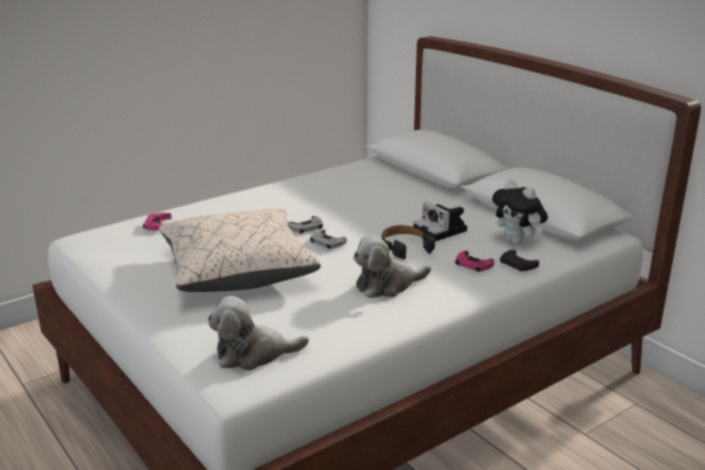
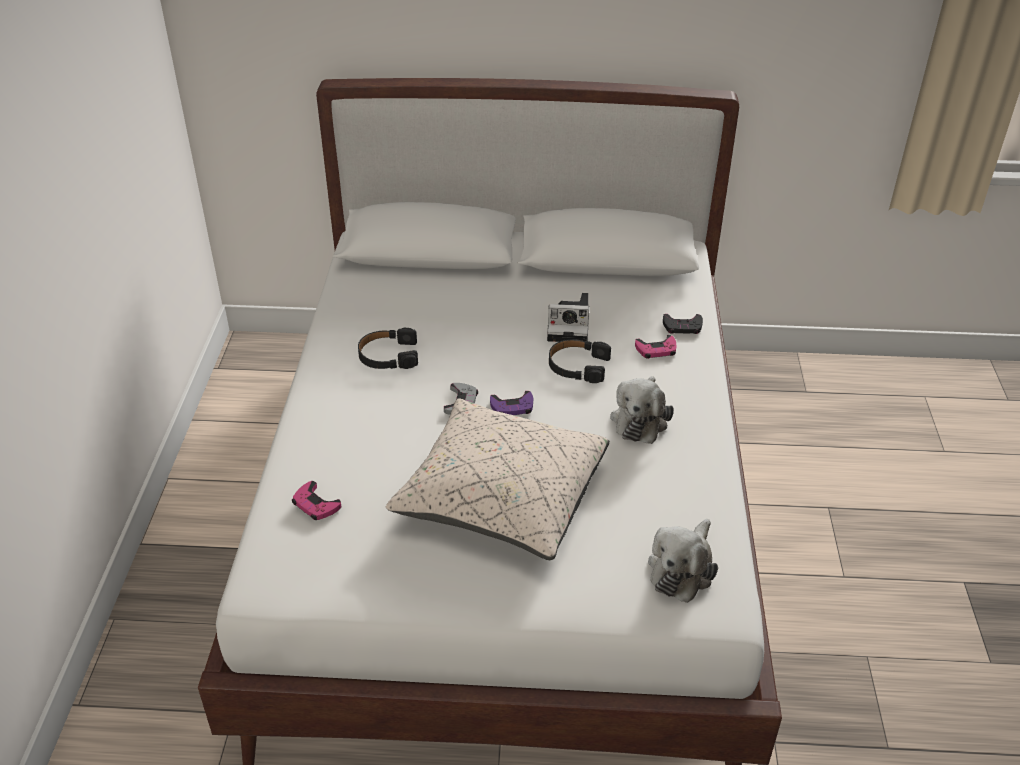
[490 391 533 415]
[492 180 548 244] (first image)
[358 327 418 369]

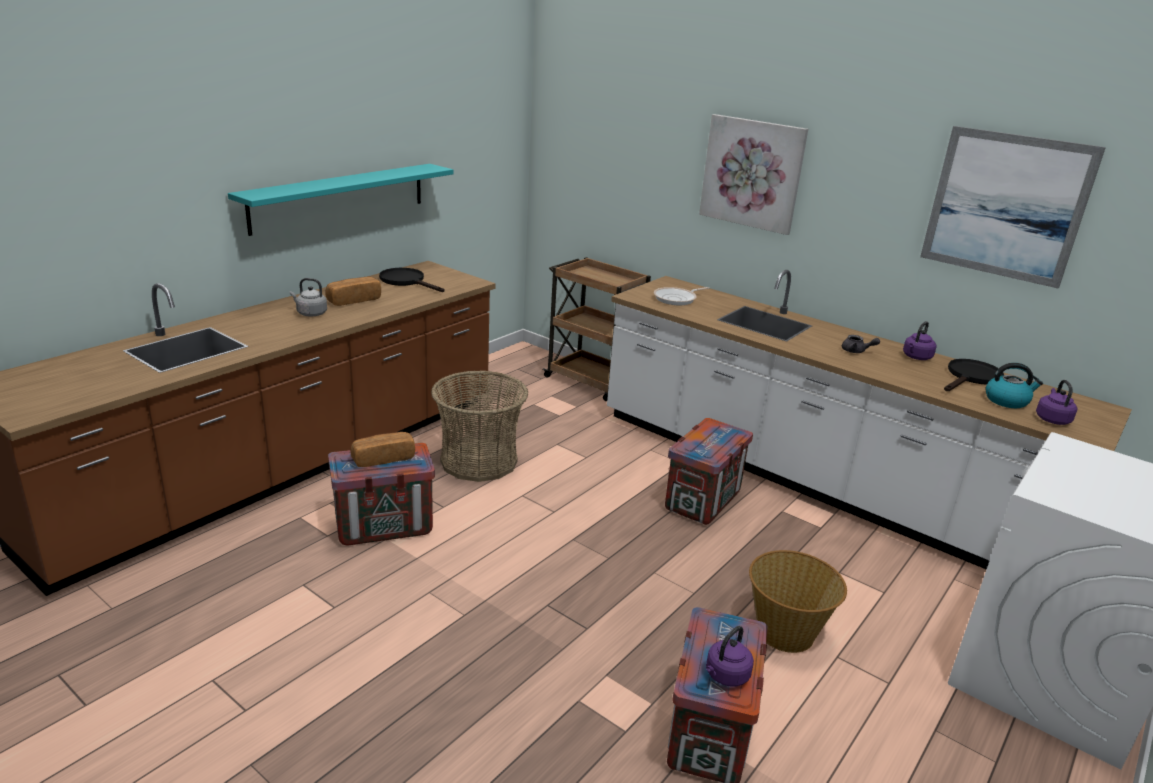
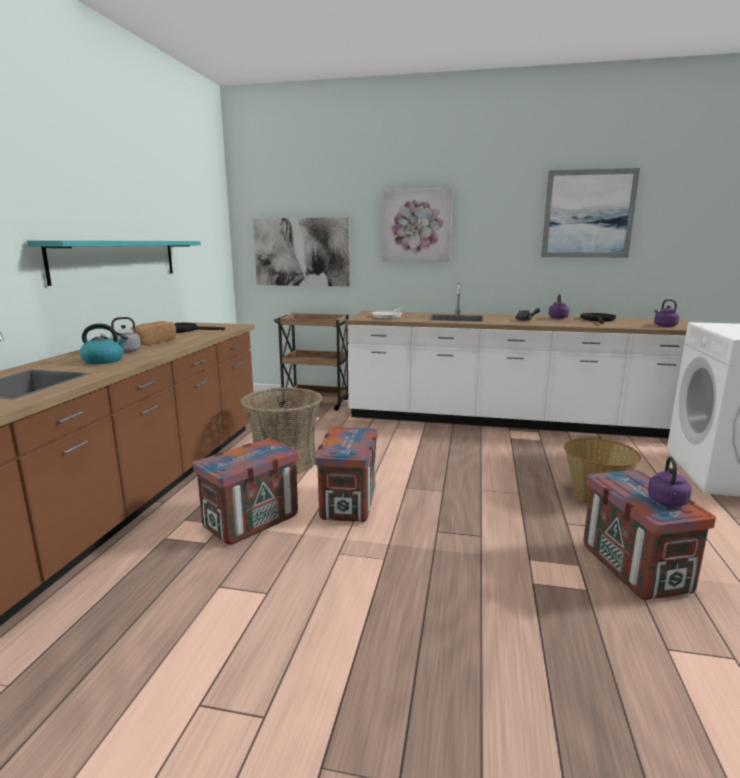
[350 432 415 467] (first image)
[314 427 378 522]
[80 323 128 364]
[253 217 350 287]

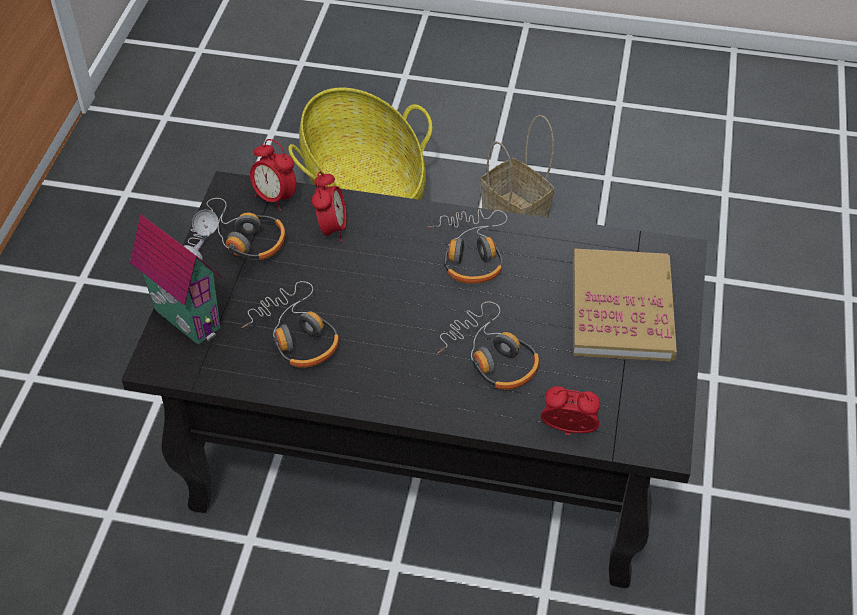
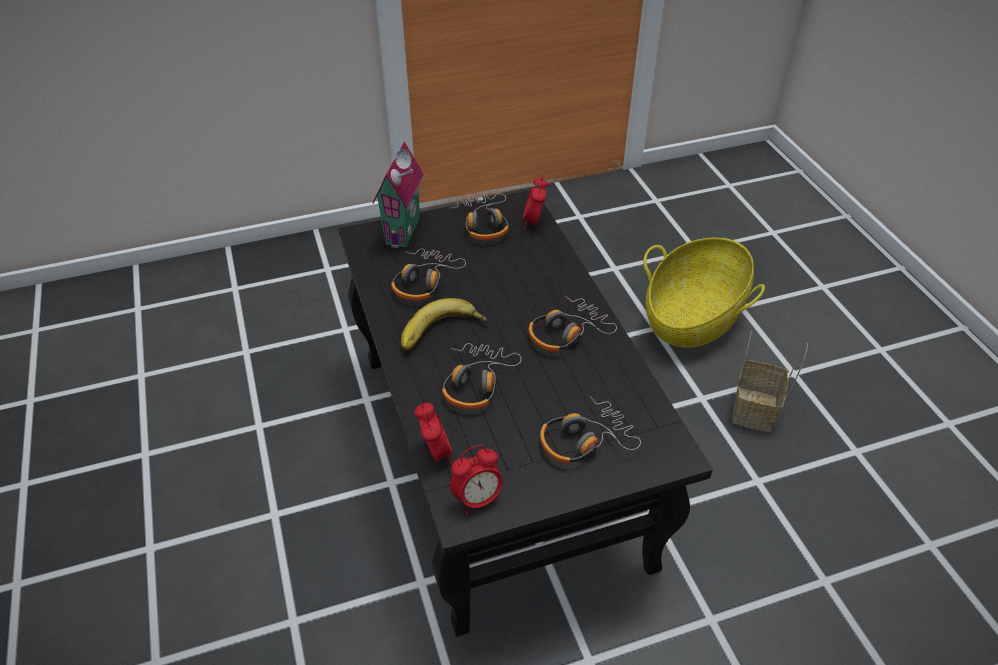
[450 445 503 515]
[540 396 641 464]
[401 298 487 351]

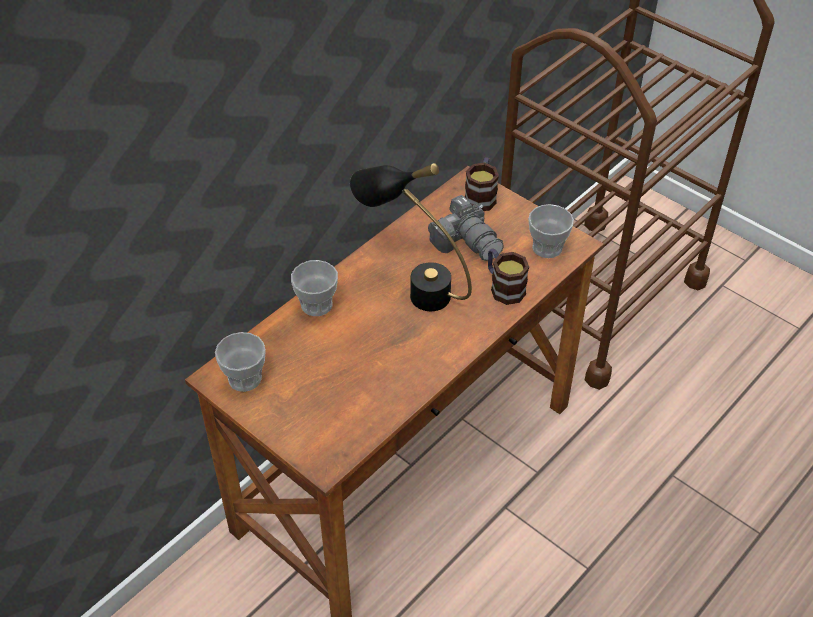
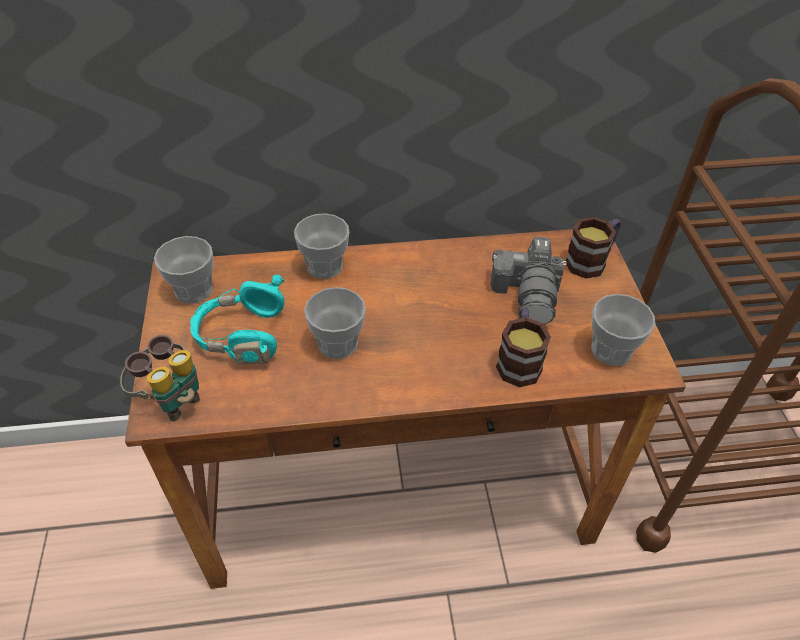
[350 163 472 311] (first image)
[120 335 200 421]
[190 275 285 364]
[304 287 366 359]

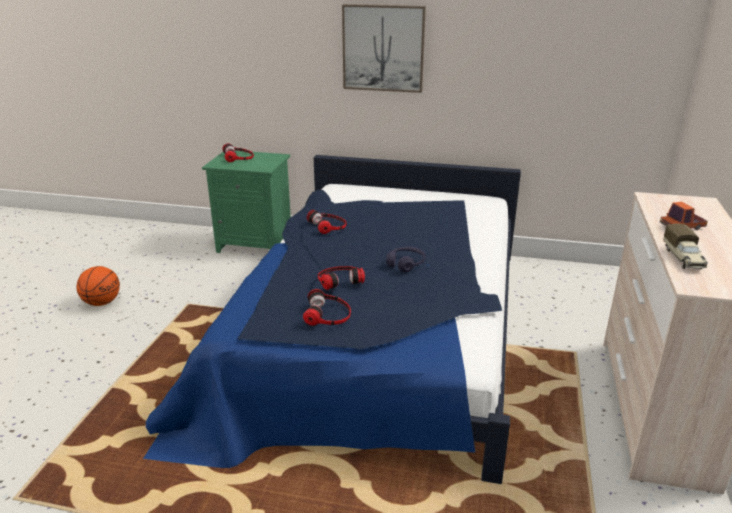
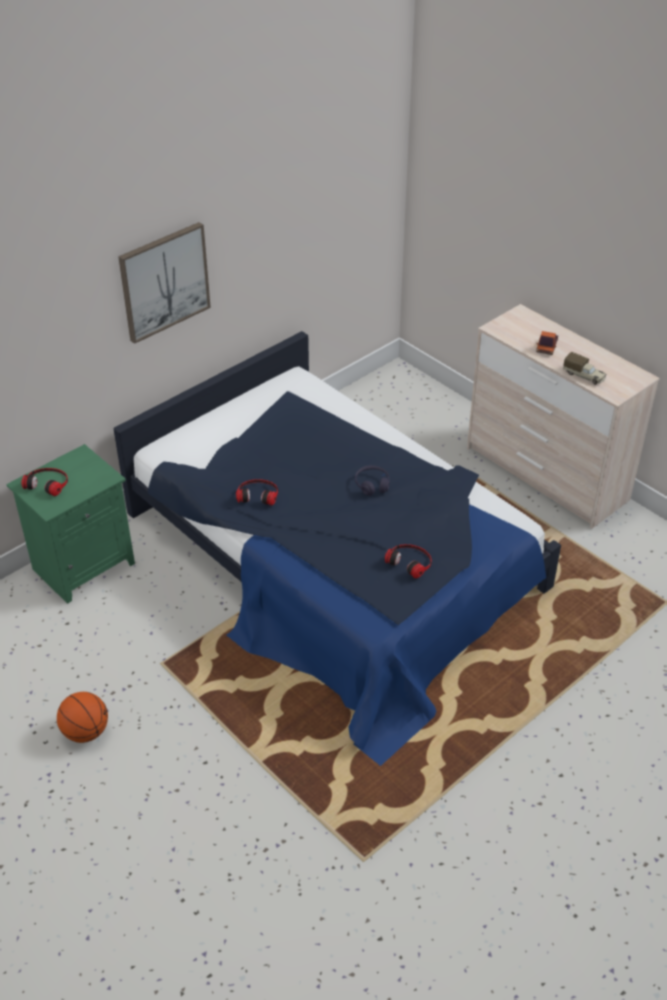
[318 266 365 290] (first image)

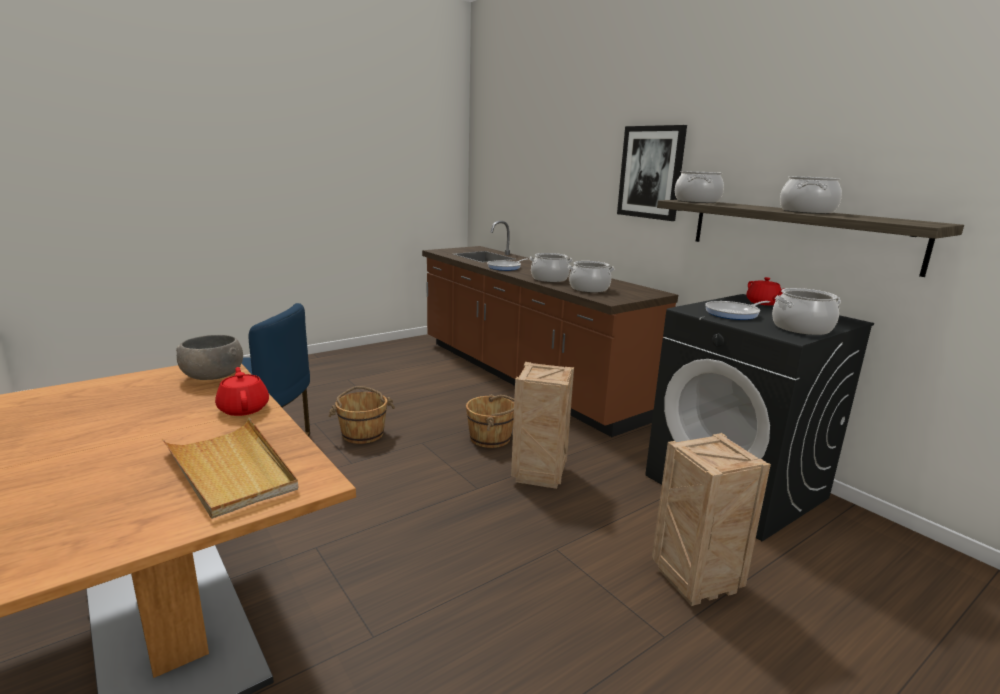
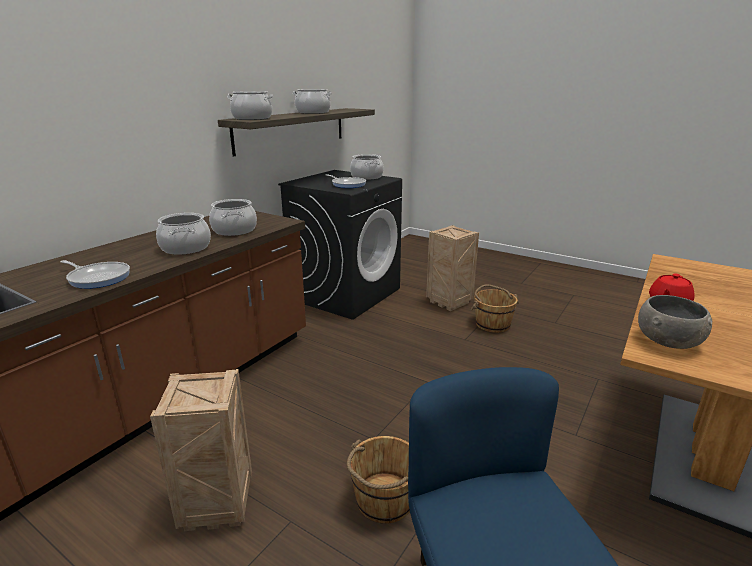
[162 417 298 519] (first image)
[470 284 519 333]
[150 369 252 531]
[617 125 687 221] (first image)
[747 277 785 305] (first image)

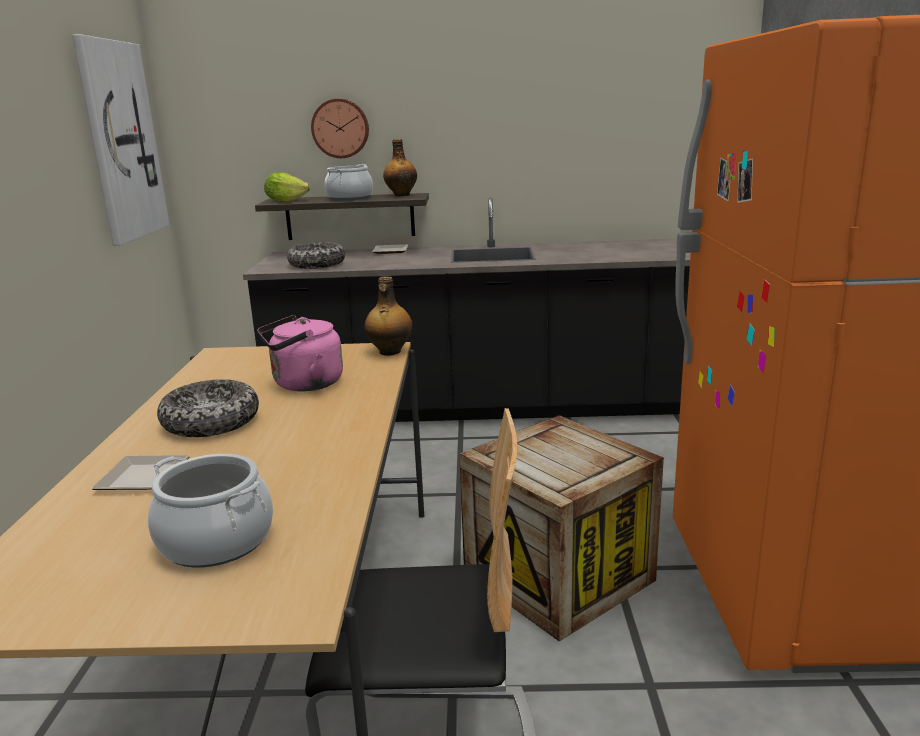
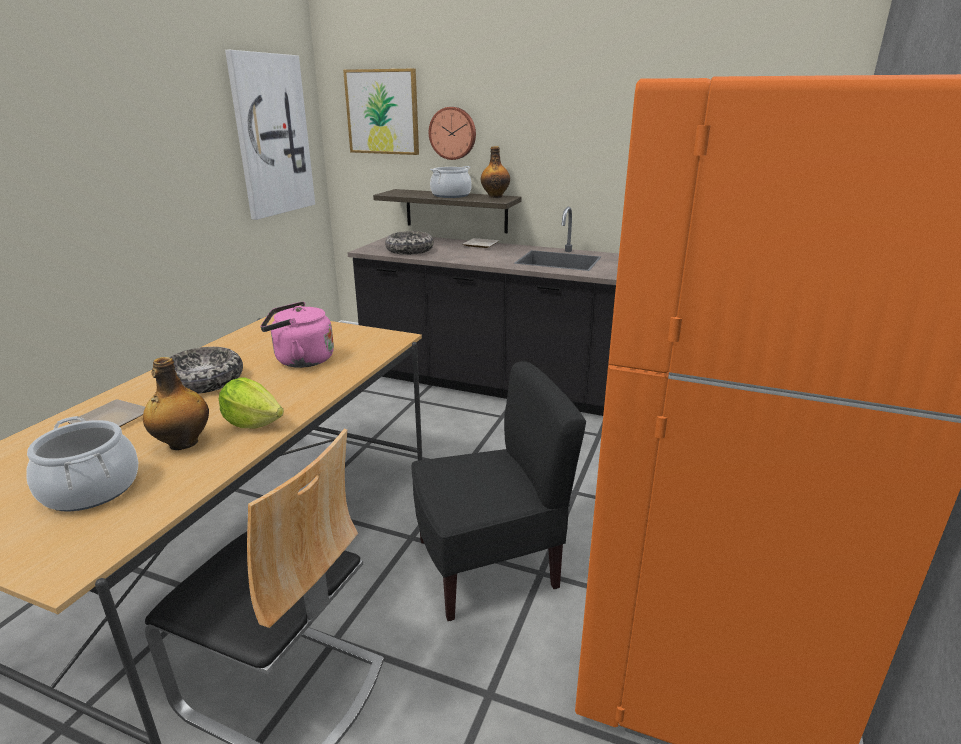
[219 377 284 428]
[143 357 209 450]
[412 361 586 621]
[343 69 419 155]

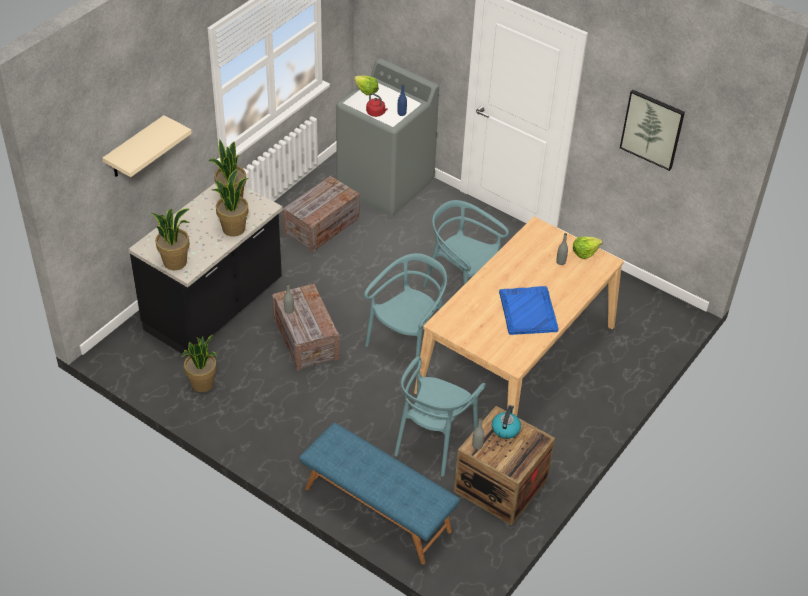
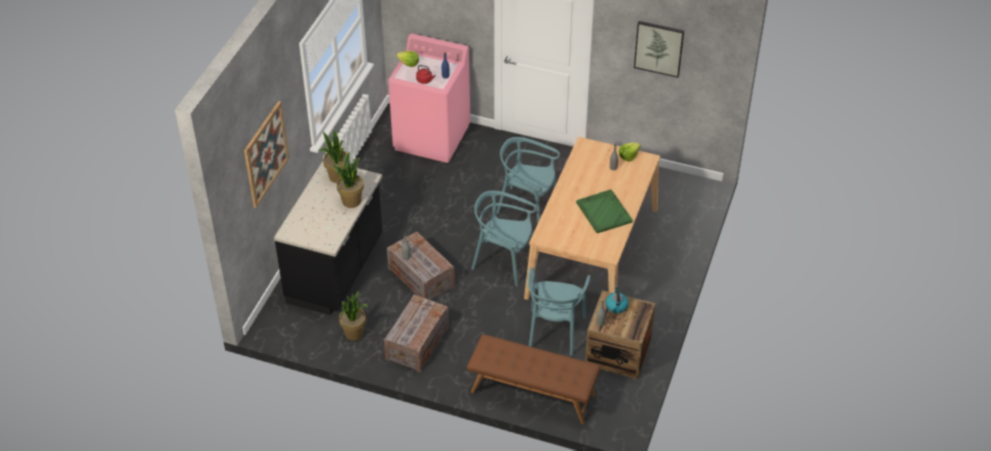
[244 101 289 208]
[151 209 190 270] (first image)
[384 295 449 373]
[467 334 601 424]
[388 34 471 163]
[472 191 537 286]
[576 190 633 233]

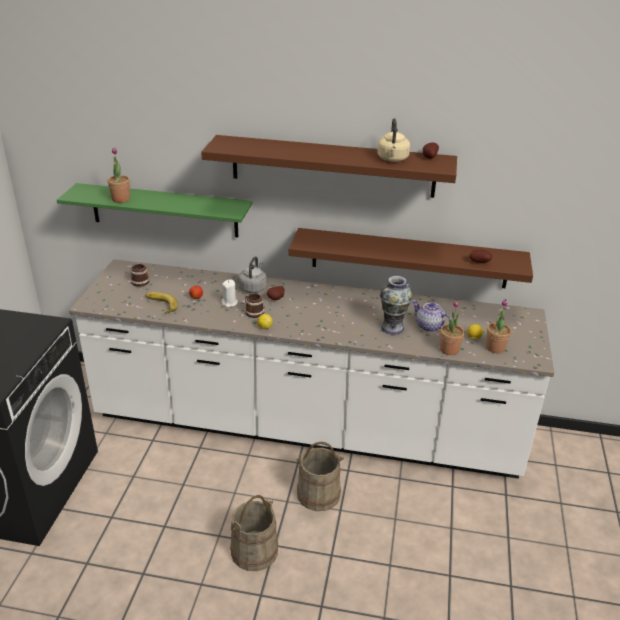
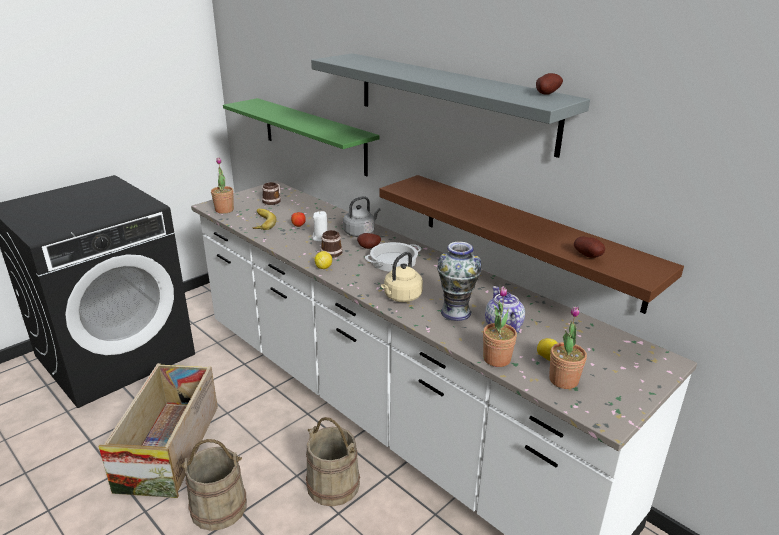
[211 158 234 214]
[311 53 590 158]
[381 252 423 302]
[98 363 218 498]
[365 242 421 272]

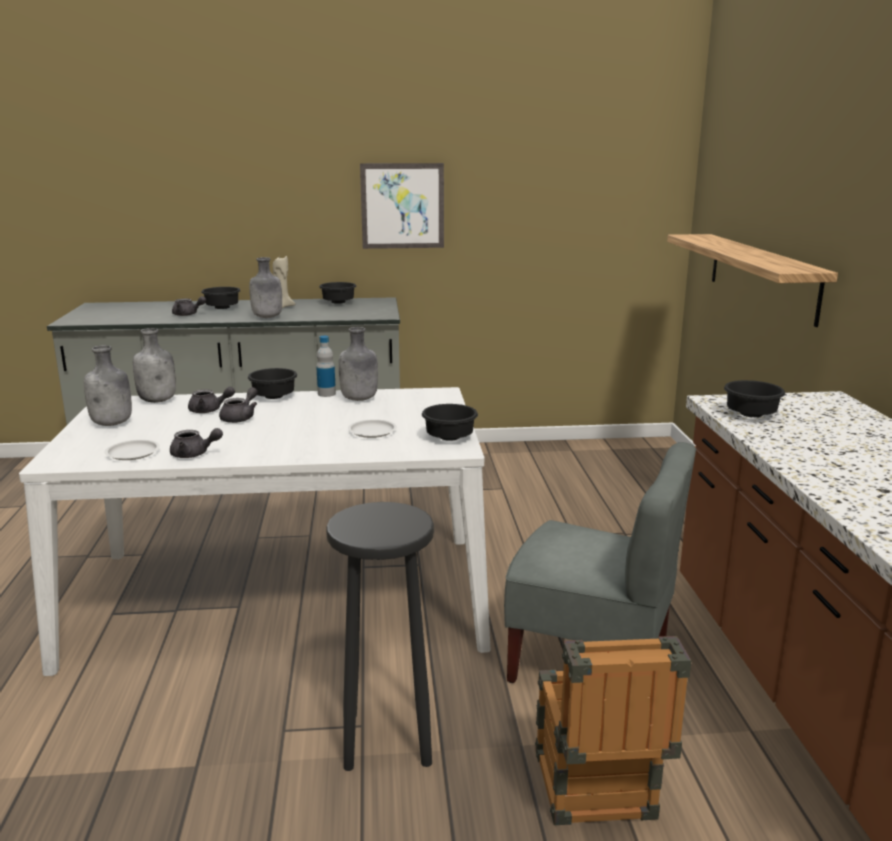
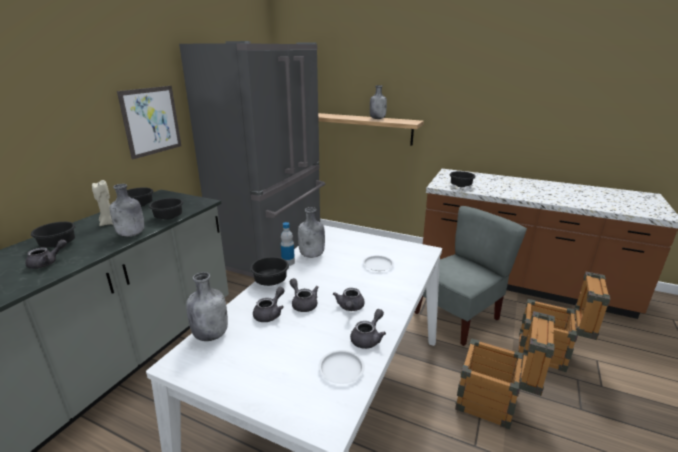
[370 85 387 119]
[455 311 555 429]
[149 198 183 220]
[179 41 325 277]
[333 288 364 311]

